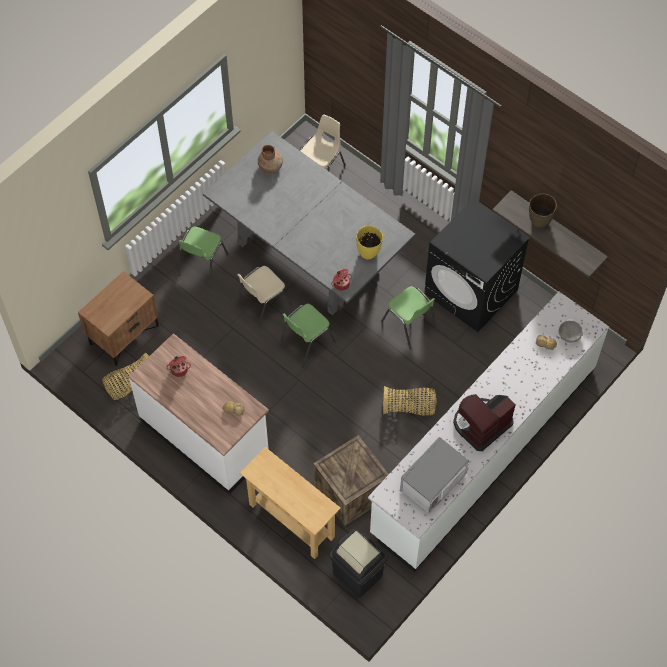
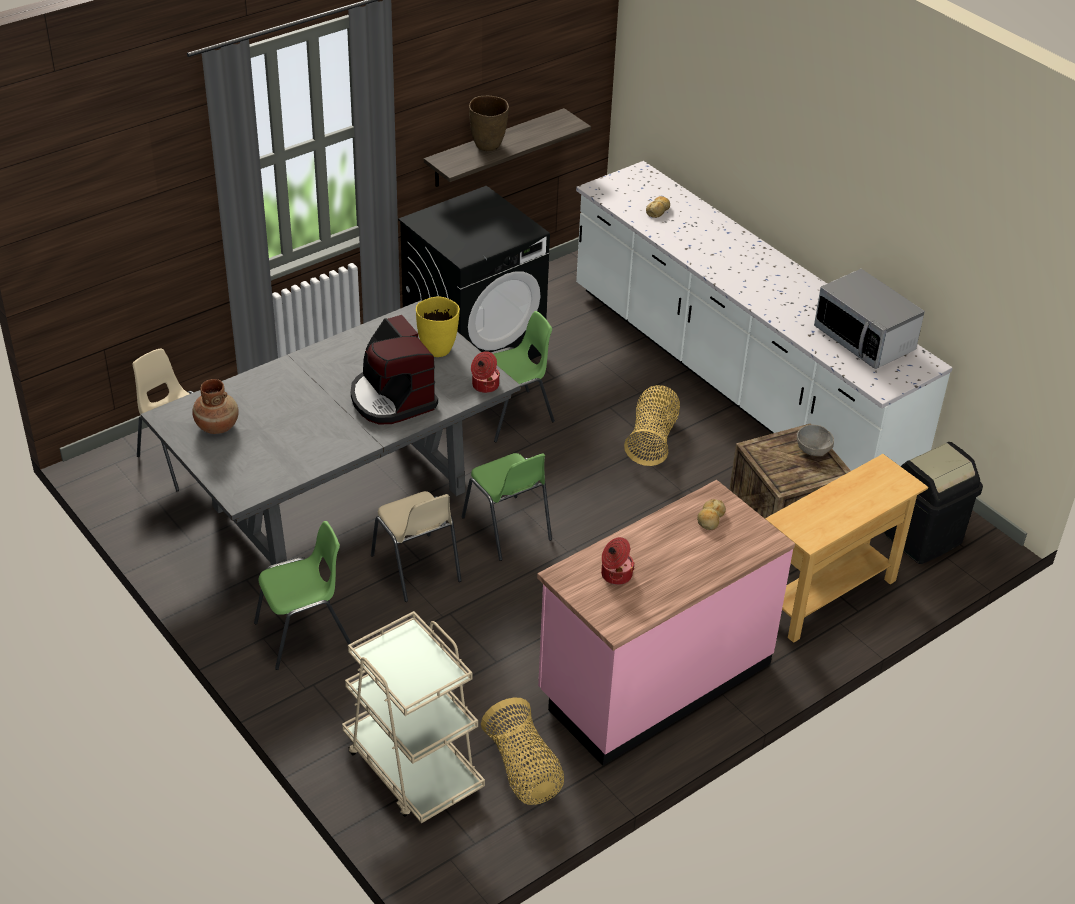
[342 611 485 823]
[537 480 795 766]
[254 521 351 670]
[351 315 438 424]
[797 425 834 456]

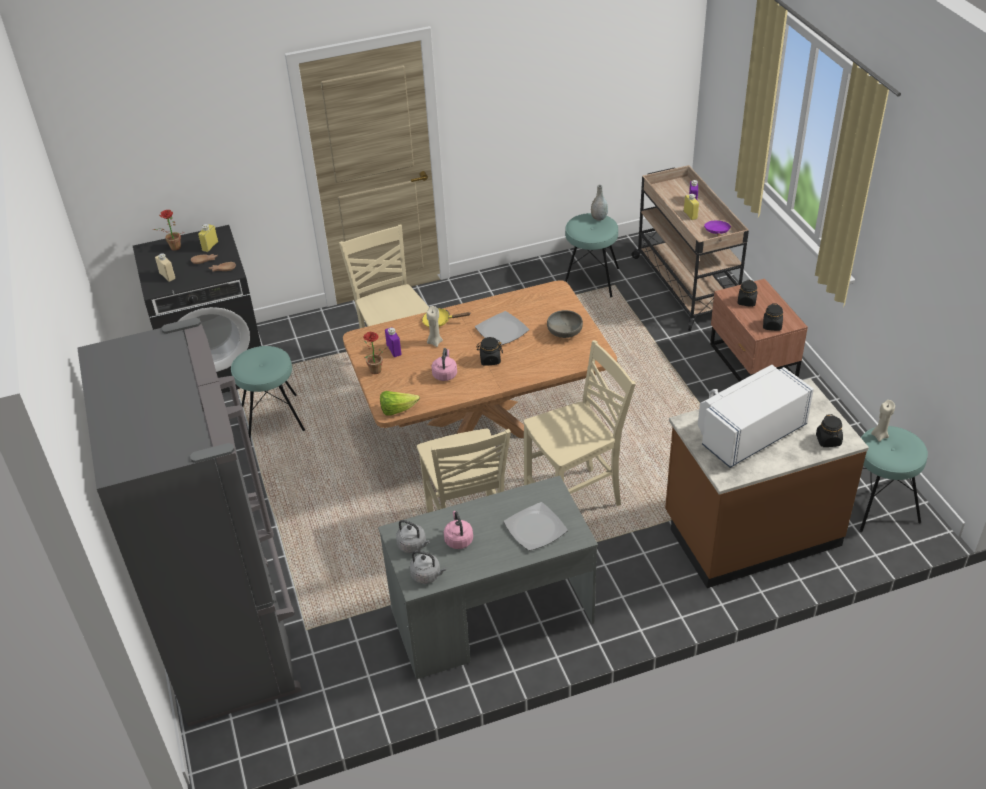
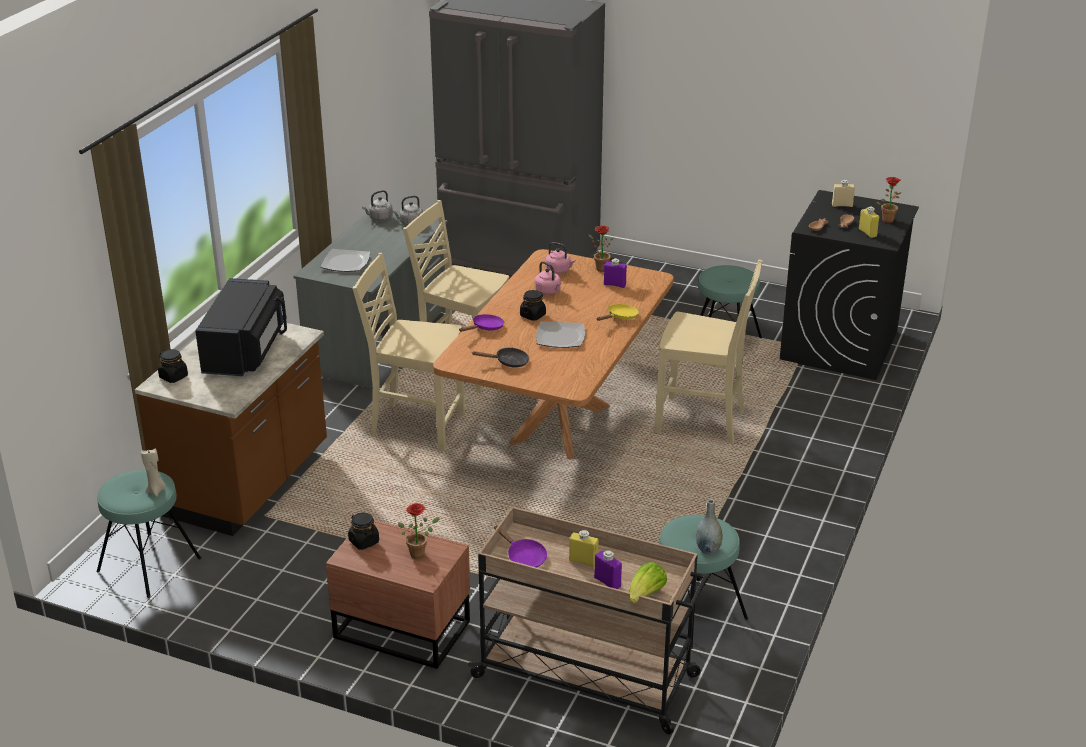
[629 562 667 604]
[426 306 443 347] (first image)
[545 242 576 274]
[353 253 465 452]
[472 348 529 367]
[195 278 287 376]
[398 503 440 559]
[459 314 504 332]

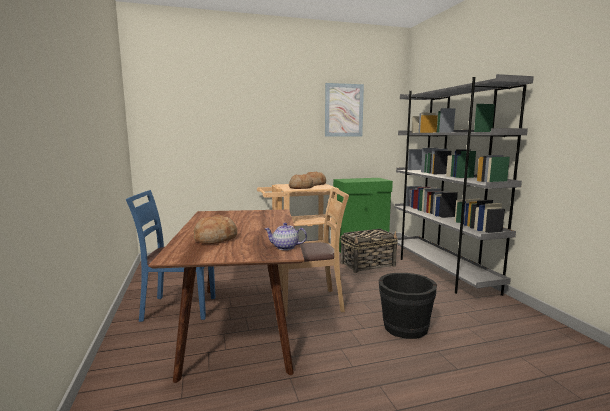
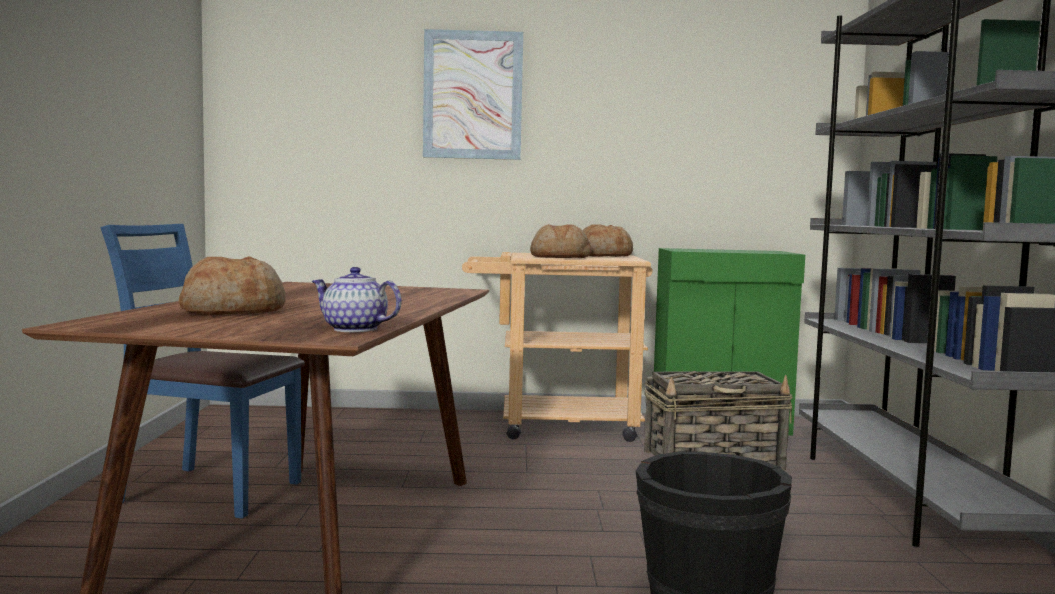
[278 188 349 317] (first image)
[423 29 523 160]

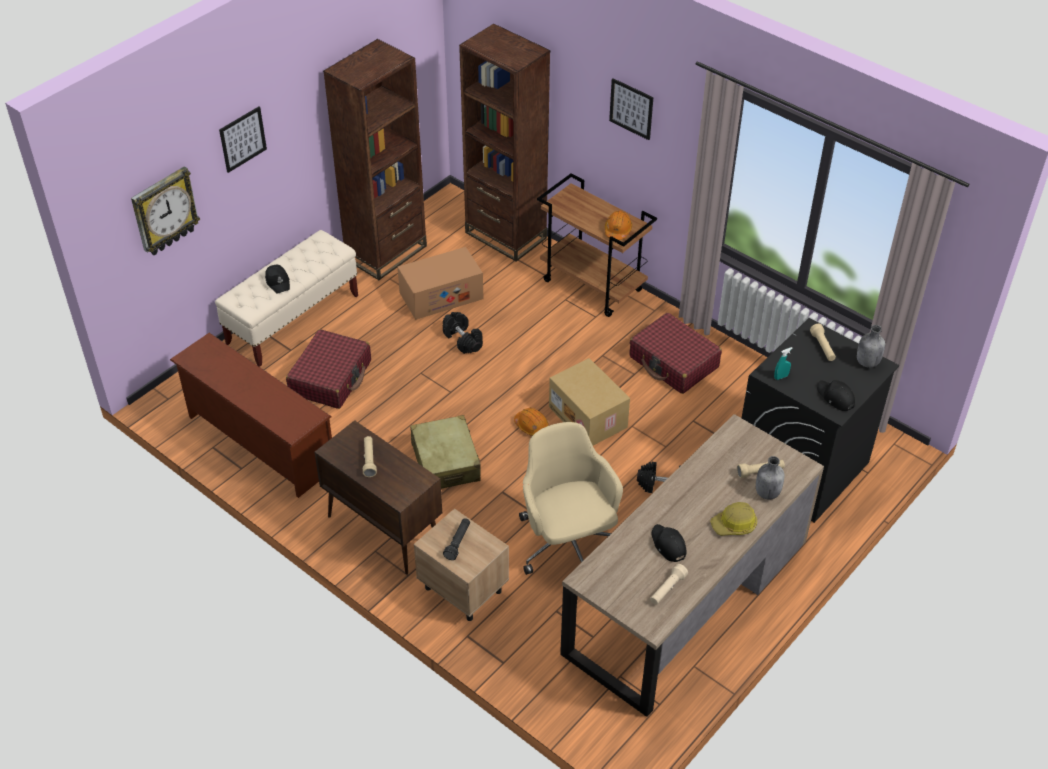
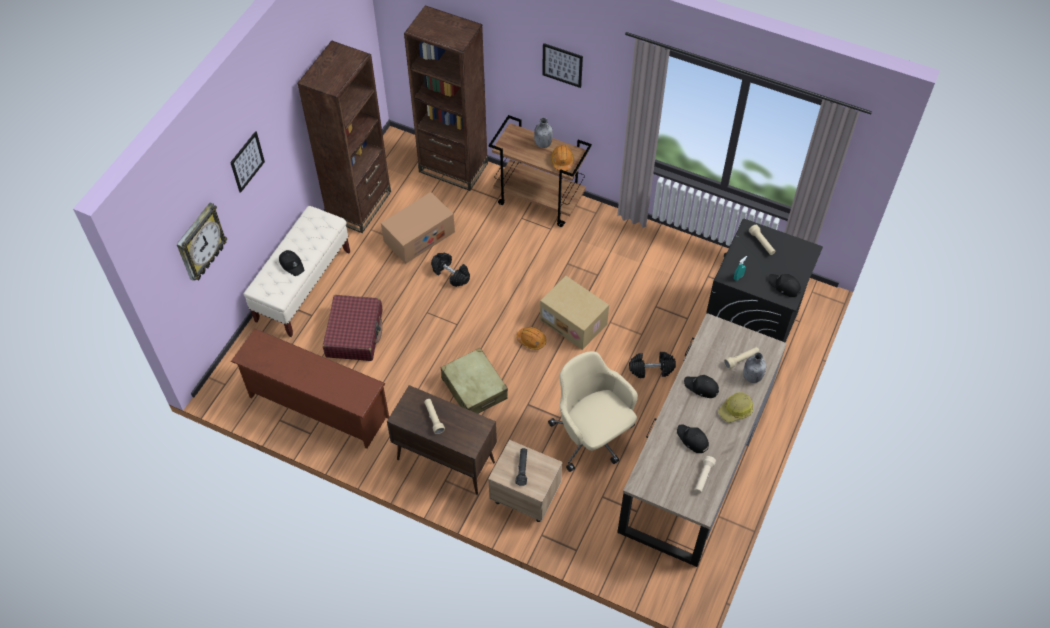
[629 313 722 394] (first image)
[534 118 553 148]
[684 375 719 398]

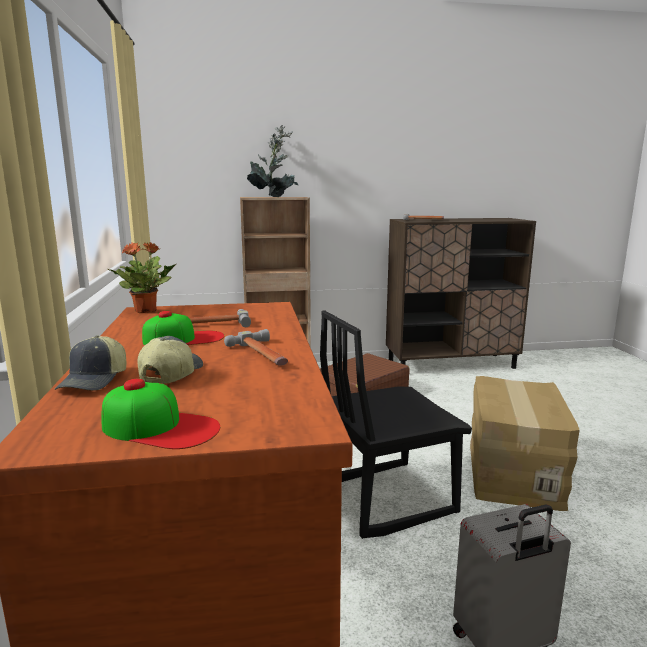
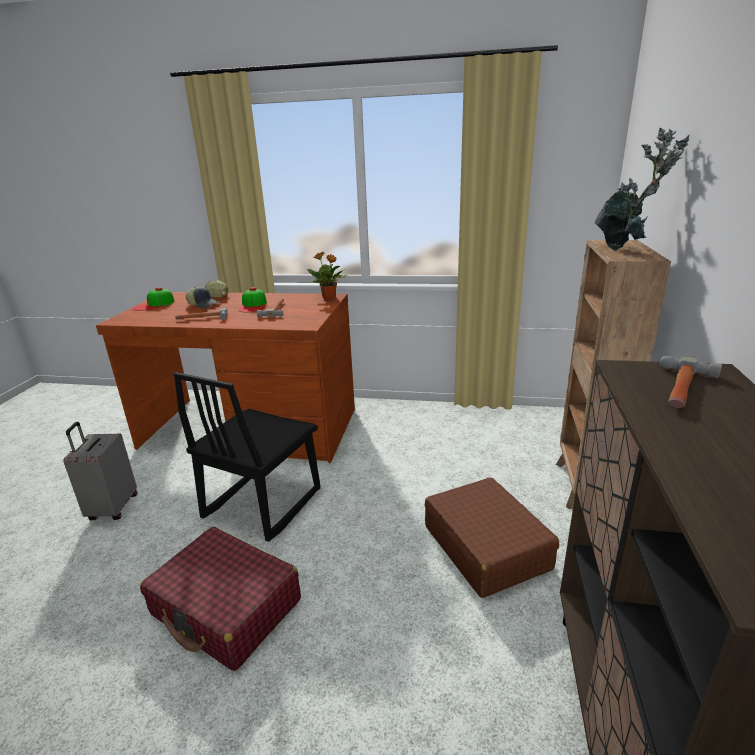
[173 372 321 542]
[140 527 301 671]

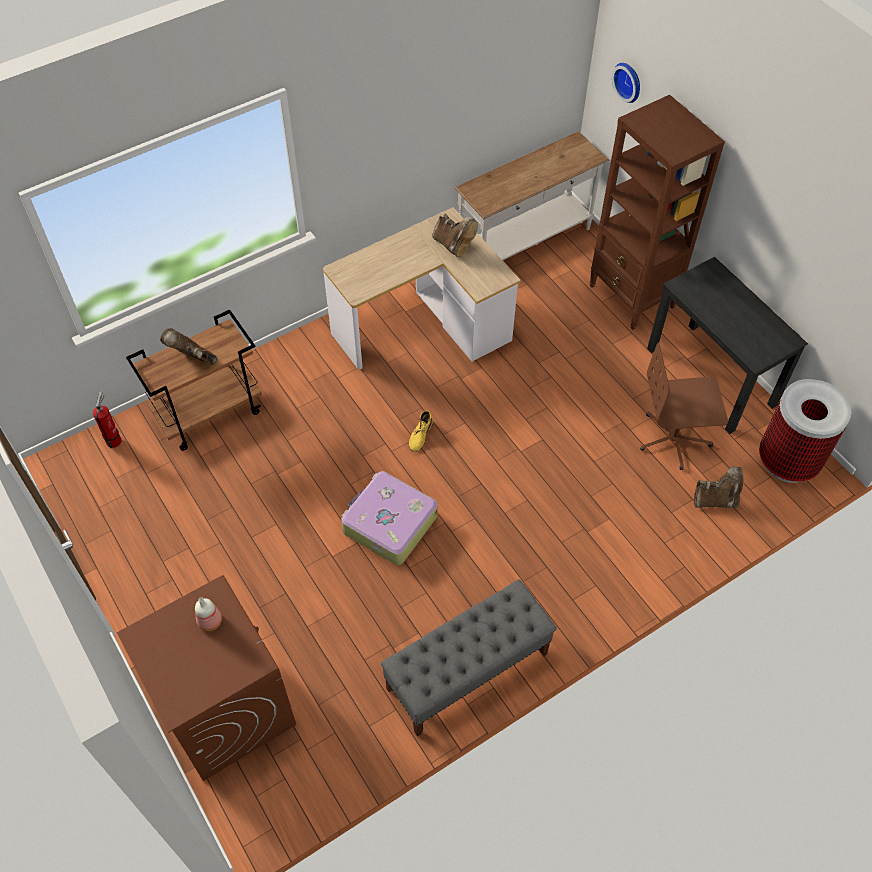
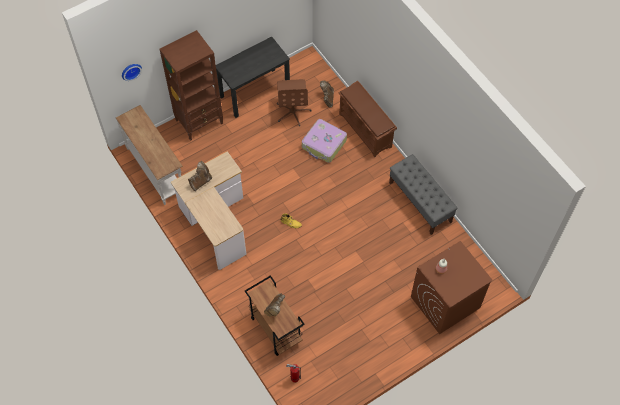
[302 119 347 163]
[759 379 851 483] (first image)
[338 81 397 157]

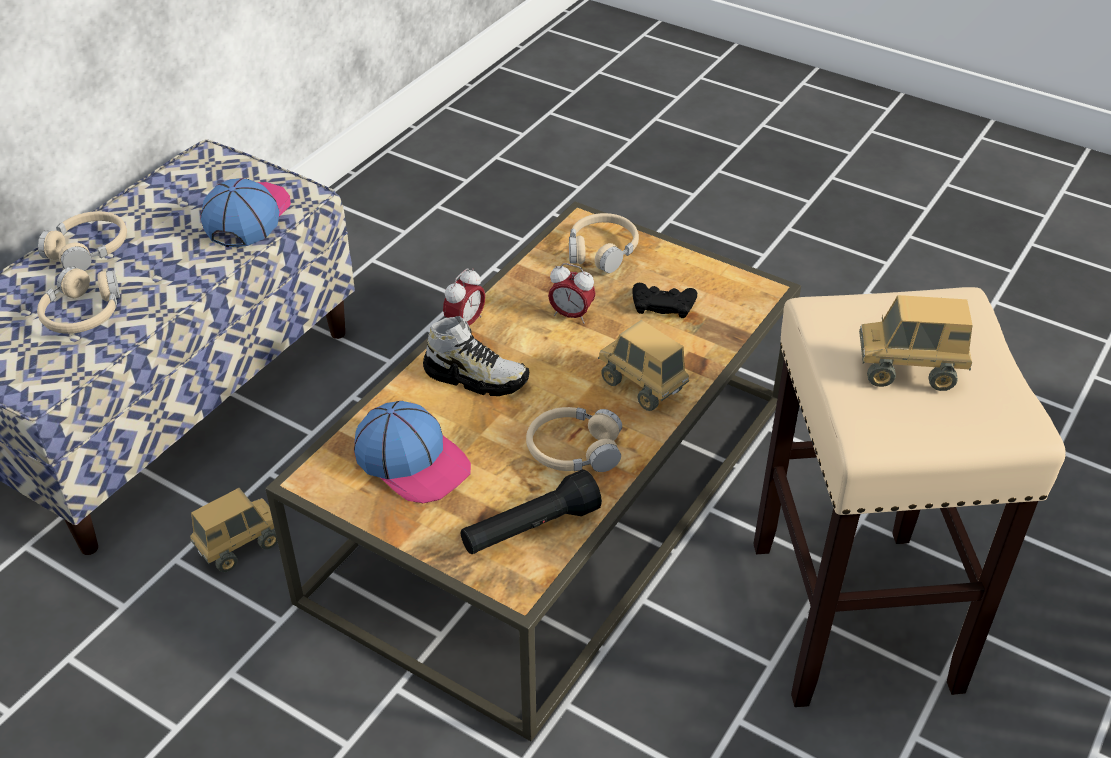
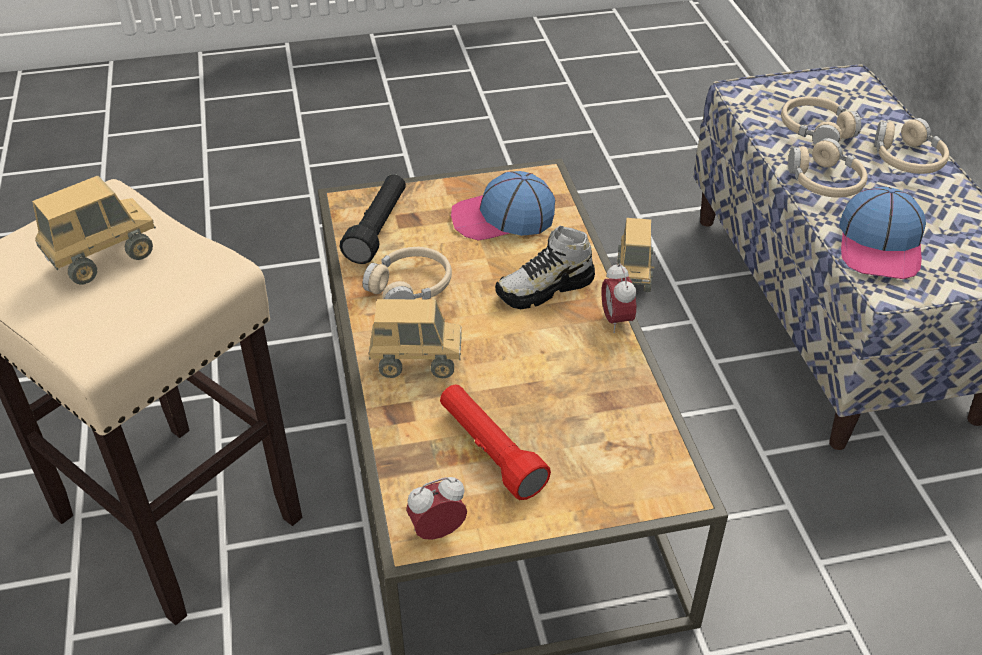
[839 187 926 279]
[406 477 467 540]
[788 138 867 198]
[440 385 551 500]

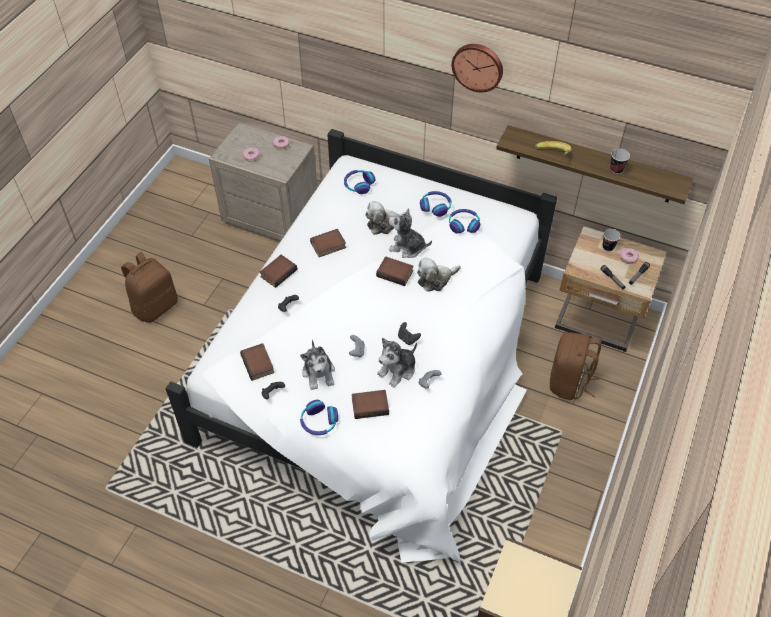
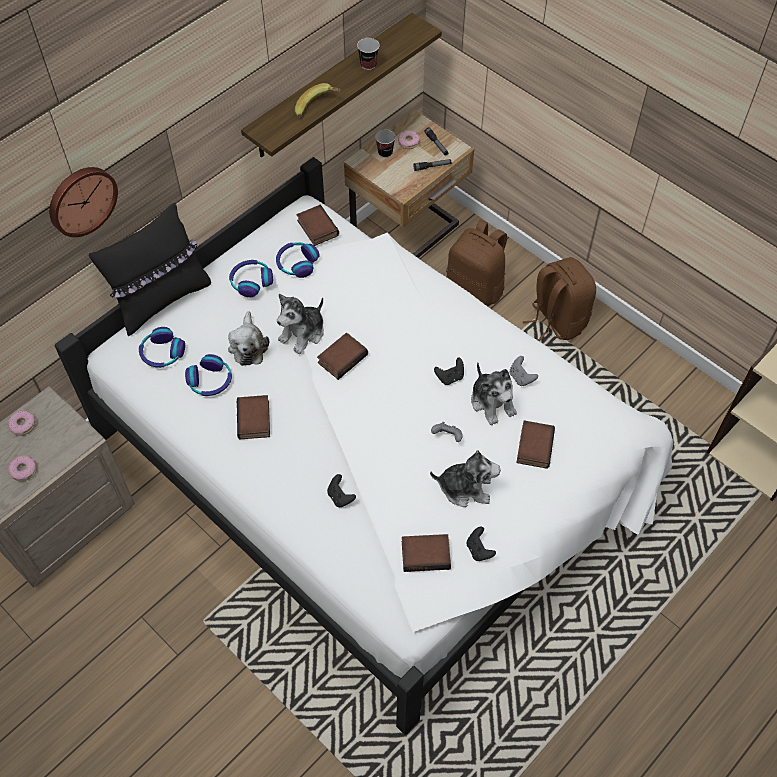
[523 257 596 341]
[297 204 339 246]
[185 354 232 396]
[417 257 461 292] (first image)
[49 167 118 237]
[89 203 211 336]

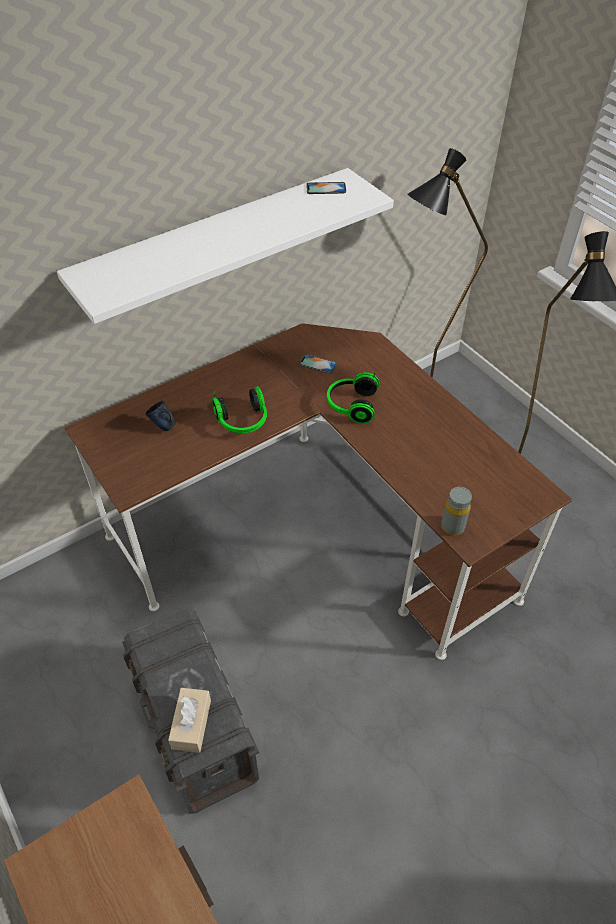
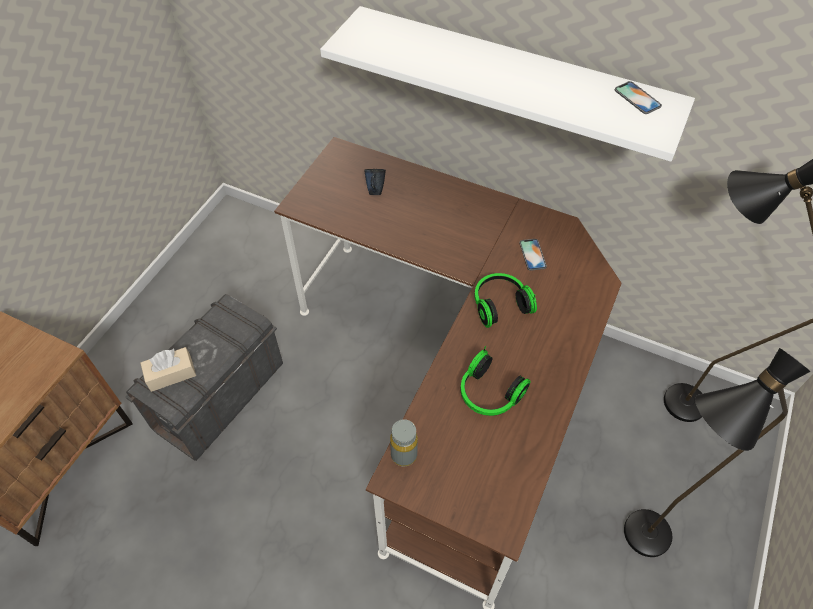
[460 346 531 416]

